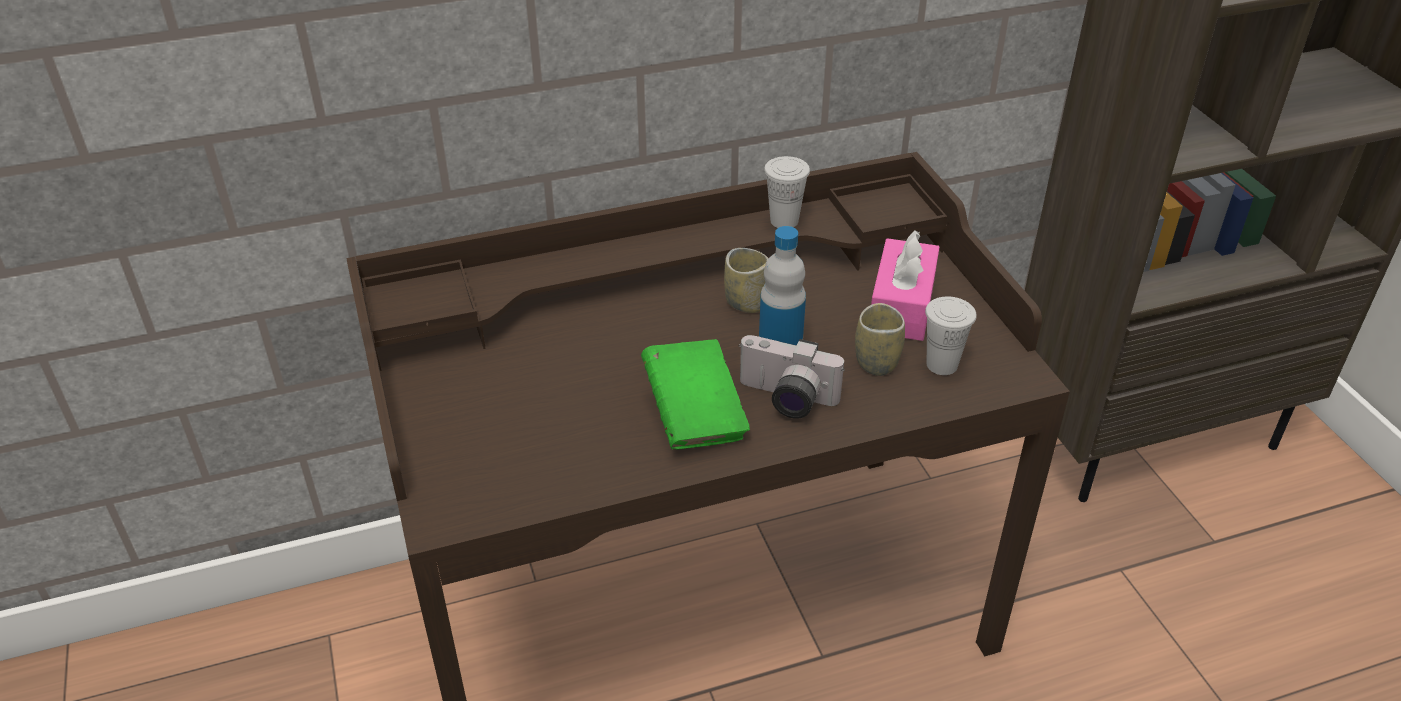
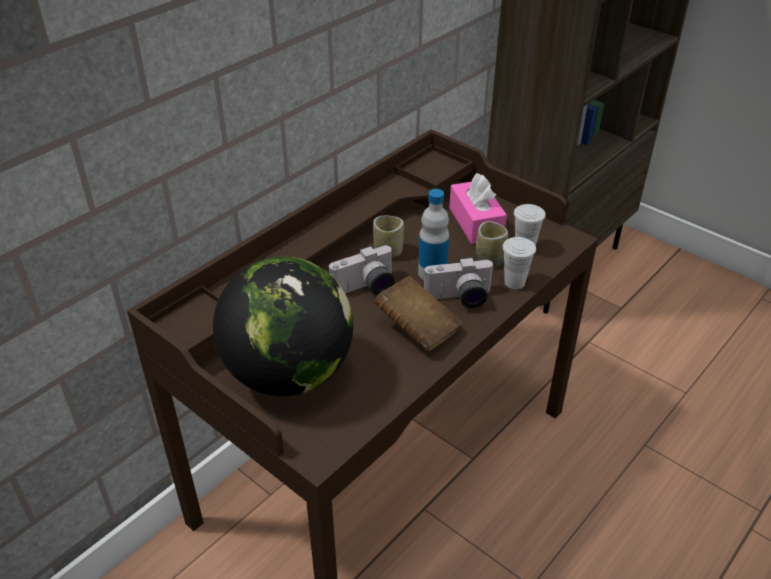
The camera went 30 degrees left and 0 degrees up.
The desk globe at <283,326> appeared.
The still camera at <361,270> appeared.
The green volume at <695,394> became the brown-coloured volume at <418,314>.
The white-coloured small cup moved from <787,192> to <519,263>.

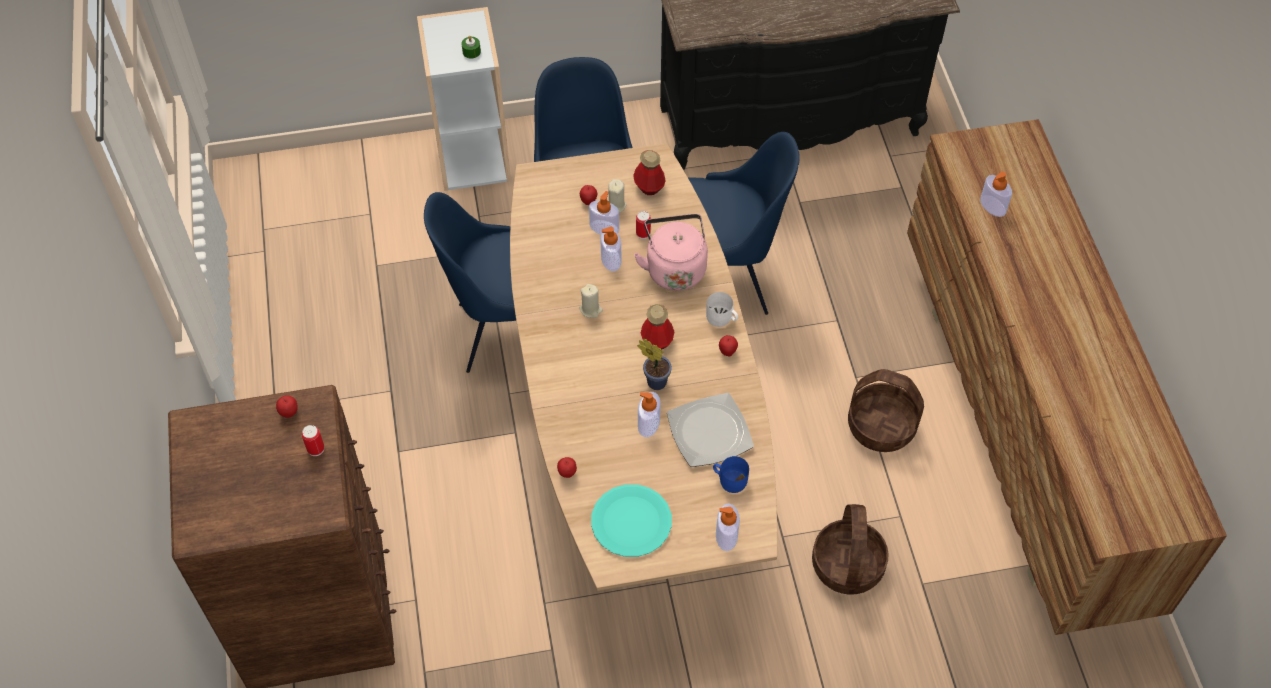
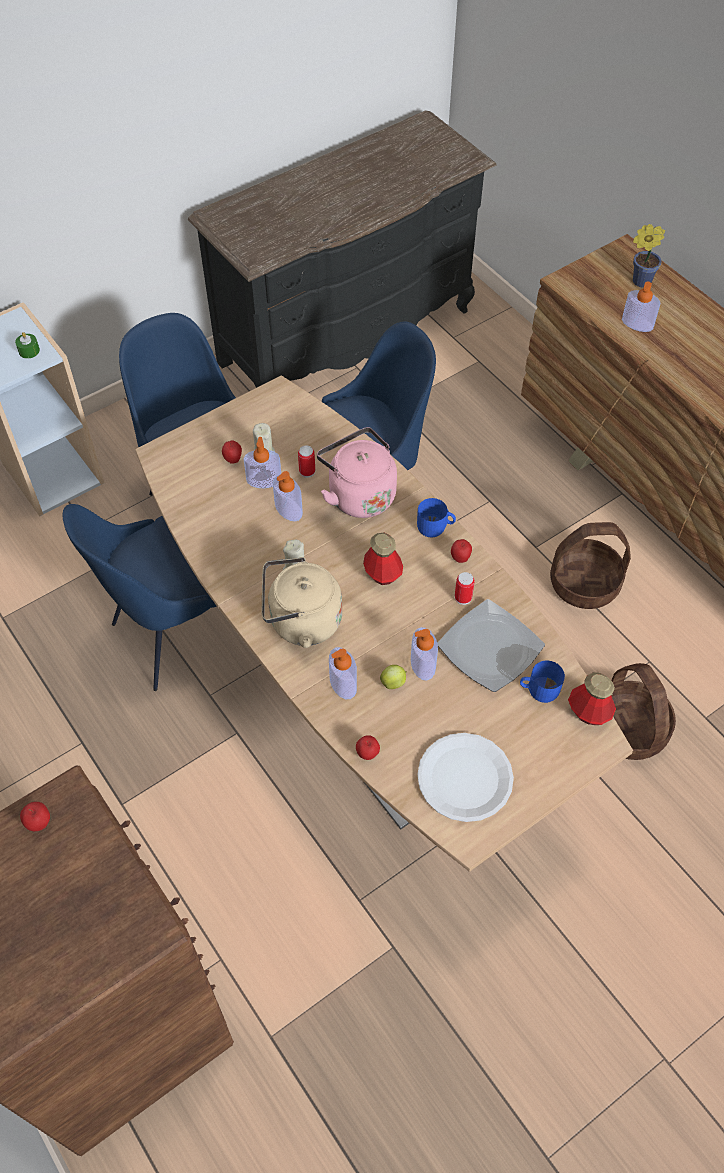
The camera went 25 degrees left and 0 degrees up.
The beige water kettle at <301,602> appeared.
The liquid soap bottle moved from <728,527> to <343,673>.
The whole apple at <393,677> appeared.
The white-coloured tea mug at <722,309> became the bluish tea mug at <436,517>.
The turquoise plate at <631,520> became the white-coloured plate at <465,777>.
The can moved from <313,440> to <465,588>.
The beverage bottle moved from <649,172> to <592,698>.
The potted plant moved from <654,364> to <649,256>.

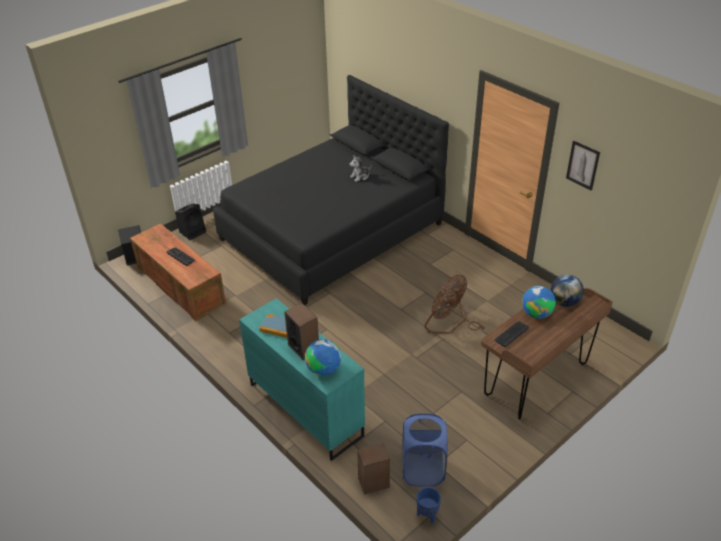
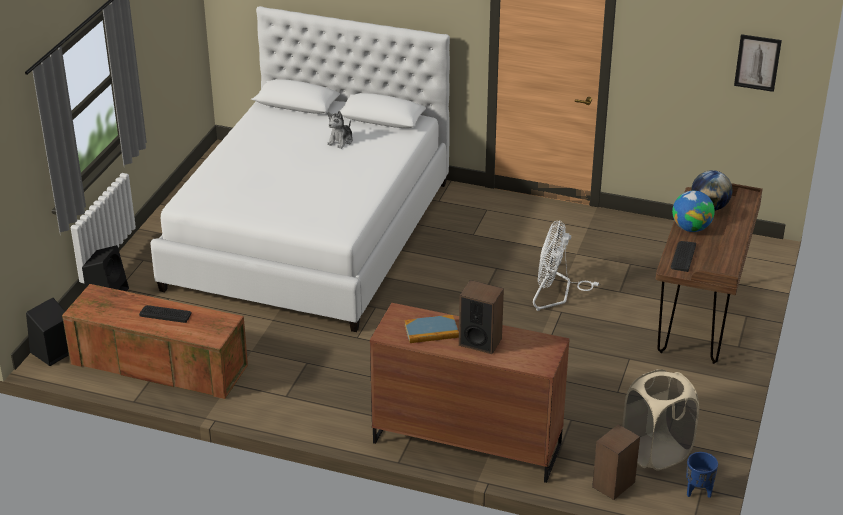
The camera went 30 degrees left and 5 degrees down.
The black bedroom bed at <331,190> became the white-coloured bedroom bed at <300,169>.
The turquoise drawer chest at <302,379> became the brown-coloured drawer chest at <470,393>.
The brown-coloured fan at <455,304> became the white-coloured fan at <566,265>.
The bluish hamper at <425,450> became the beige hamper at <660,420>.
The wall picture moved from <583,166> to <758,63>.
The desk globe at <323,357> disappeared.

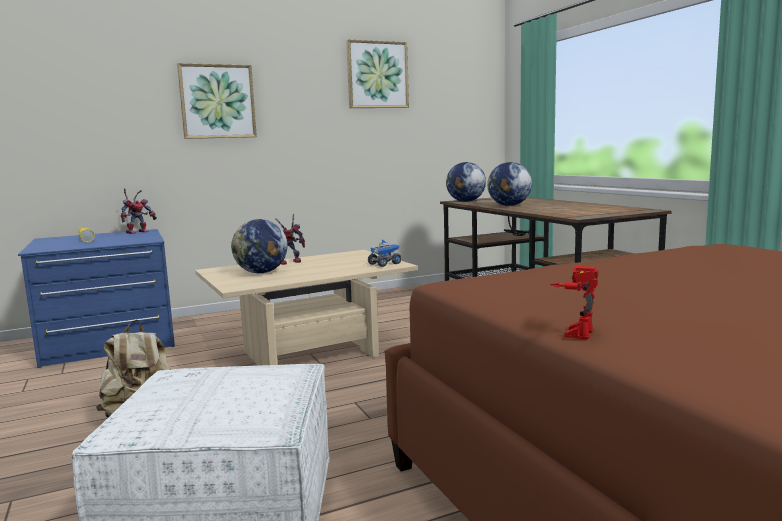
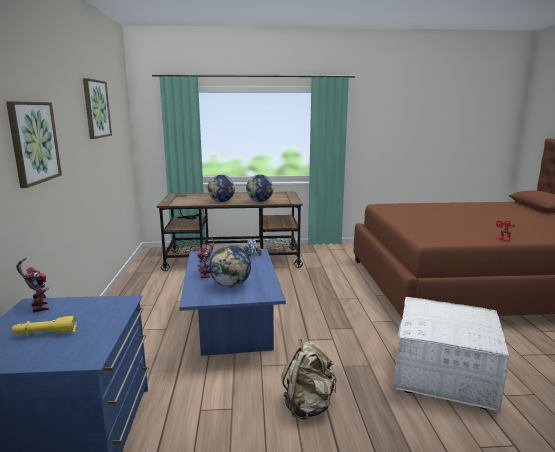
The camera went 70 degrees left and 5 degrees up.
The beige coffee table at <306,308> became the bluish coffee table at <232,302>.
The desk globe moved from <466,182> to <260,188>.

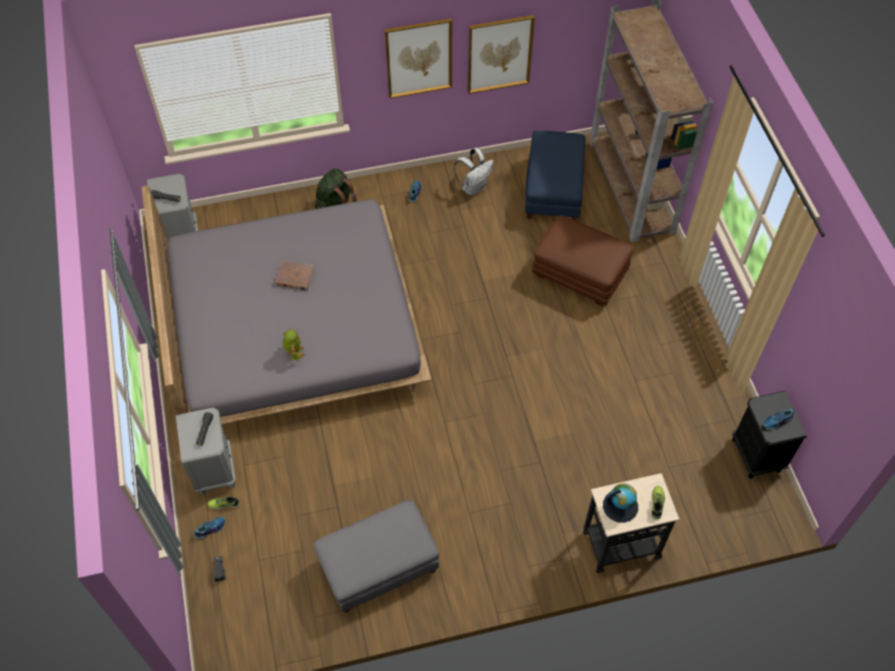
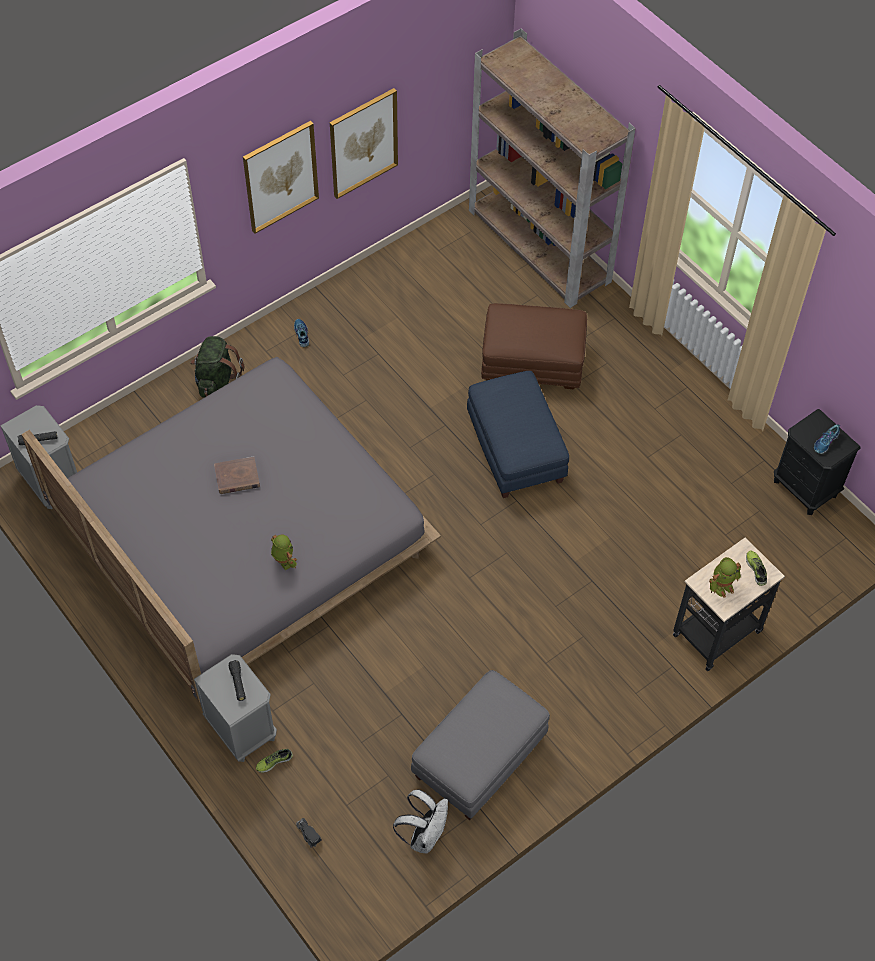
The camera went 25 degrees left and 0 degrees up.
The white-coloured knapsack moved from <474,172> to <420,821>.
The bluish ottoman moved from <555,175> to <518,434>.
The desk globe at <620,503> was replaced by the model robot at <725,577>.
The low shoe at <209,528> disappeared.

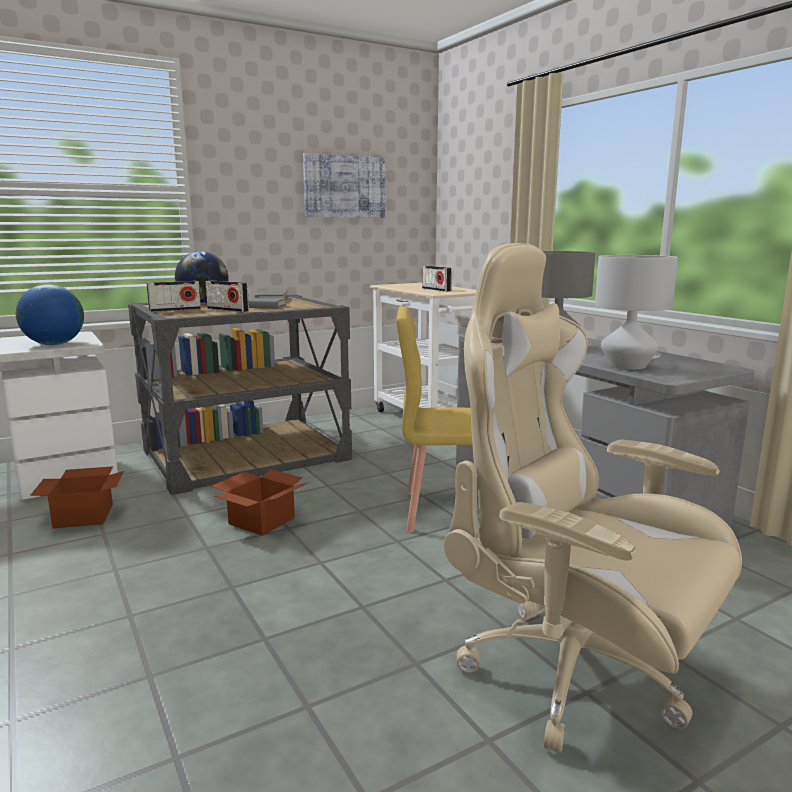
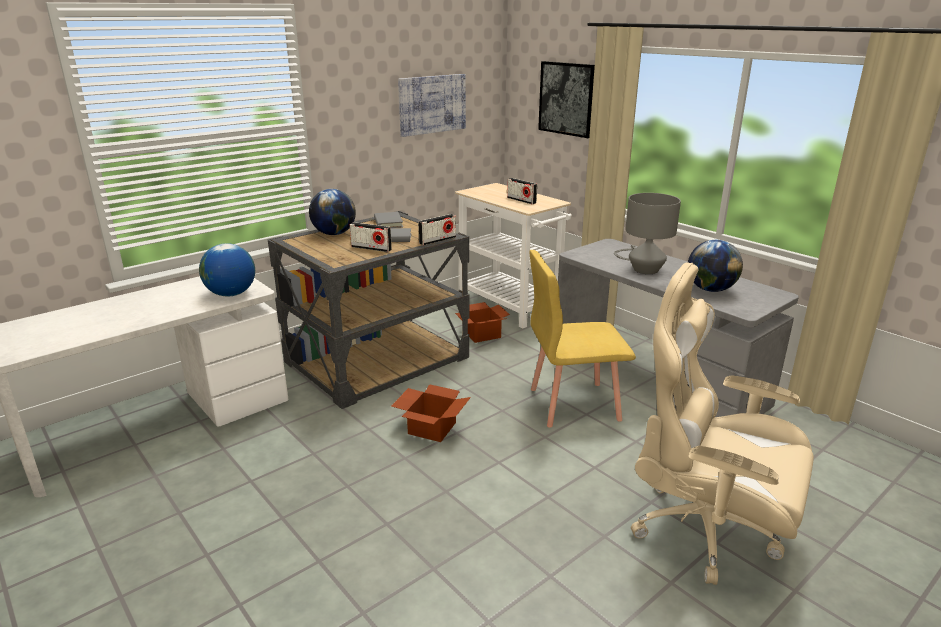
The camera went 10 degrees left and 10 degrees up.
The radio receiver moved from <174,296> to <437,229>.
The cardboard box moved from <77,497> to <482,322>.
The wall picture at <566,99> appeared.
The white-coloured tabletop lamp at <636,312> was replaced by the desk globe at <715,266>.

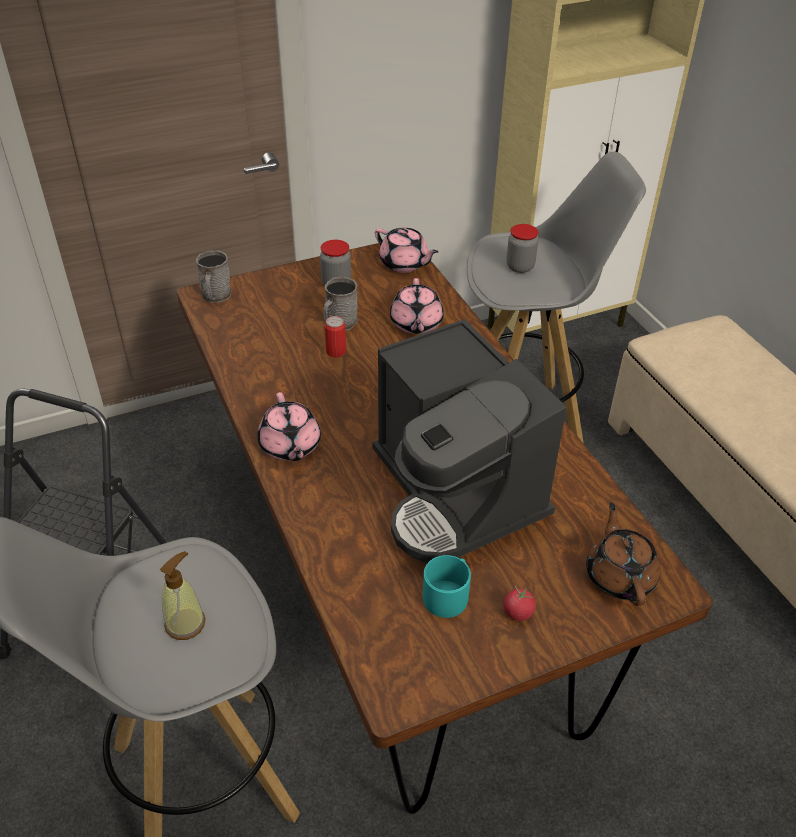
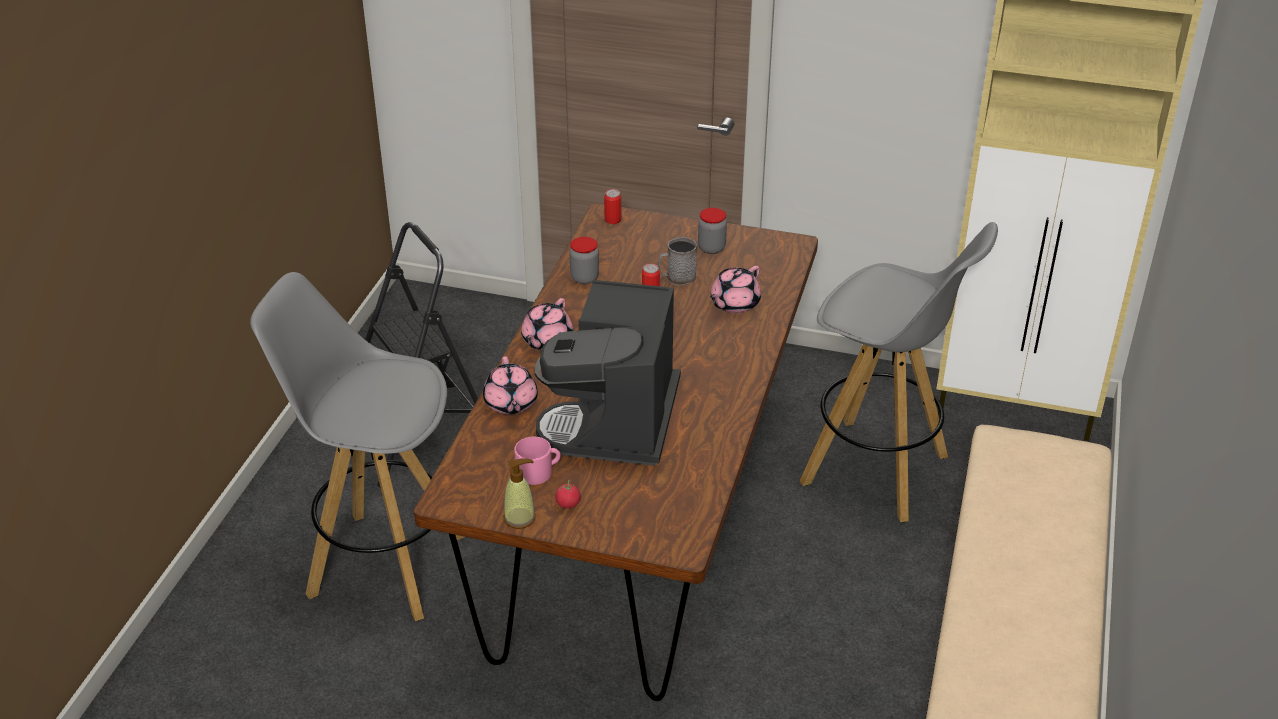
The camera went 40 degrees right and 5 degrees down.
The pink-coloured teapot moved from <406,250> to <510,385>.
The liquid soap bottle moved from <183,595> to <520,493>.
The turquoise tea mug at <447,586> became the pink-coloured tea mug at <537,461>.
The storage jar moved from <522,248> to <584,260>.
The grey tea mug at <214,276> was replaced by the can at <612,206>.
The brown-coloured teapot at <623,554> disappeared.

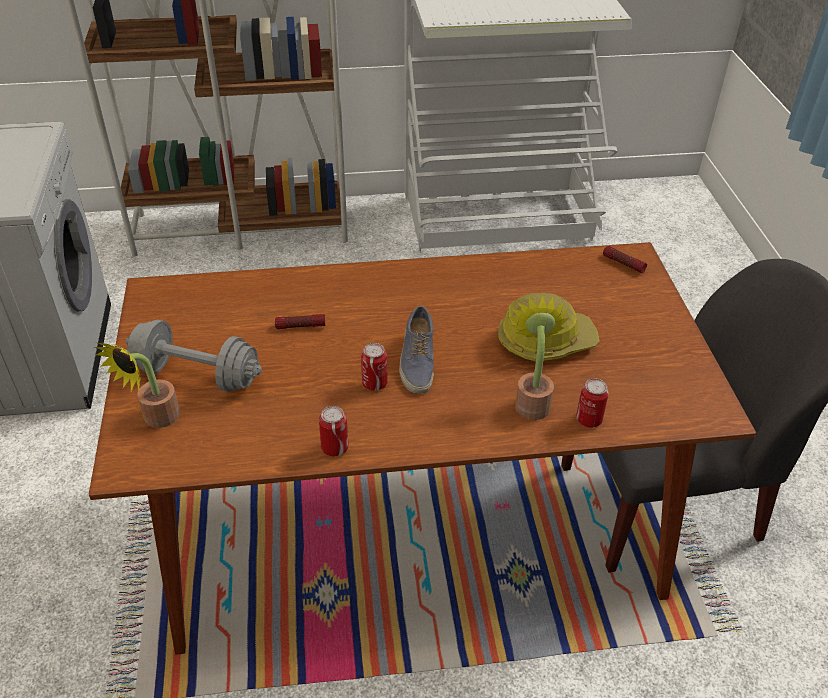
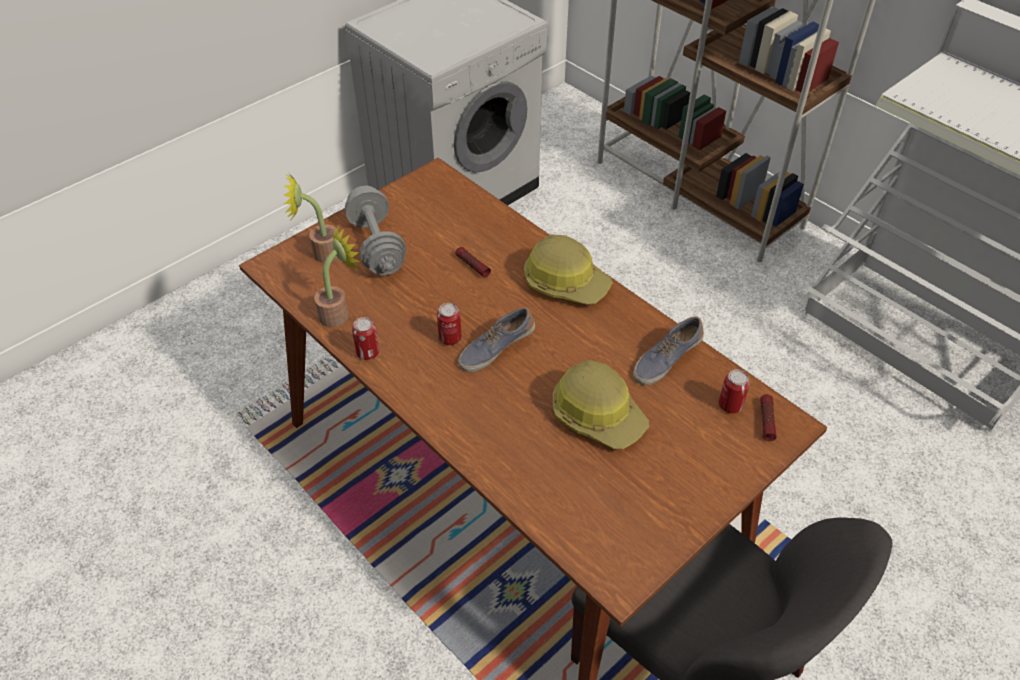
The camera went 55 degrees right and 5 degrees up.
The potted plant moved from <539,358> to <337,276>.
The hard hat at <568,270> appeared.
The low shoe at <668,350> appeared.
The can moved from <592,403> to <734,391>.

